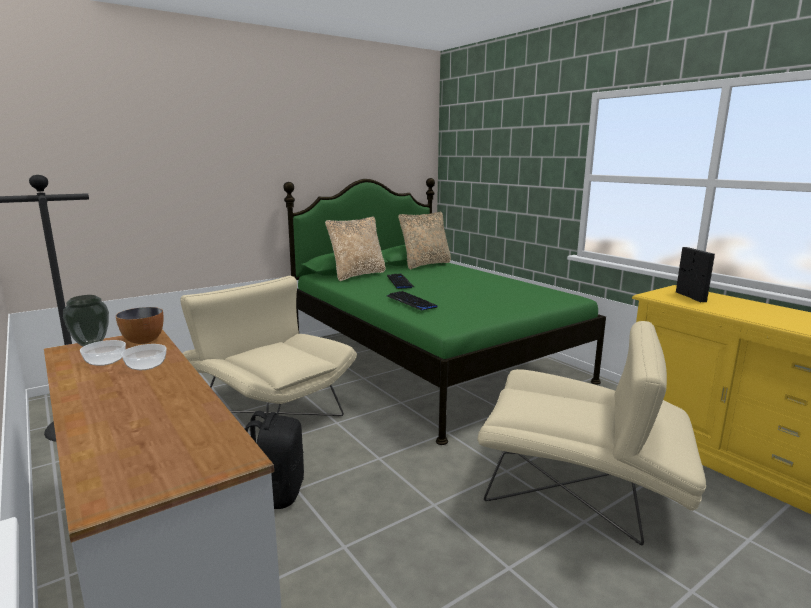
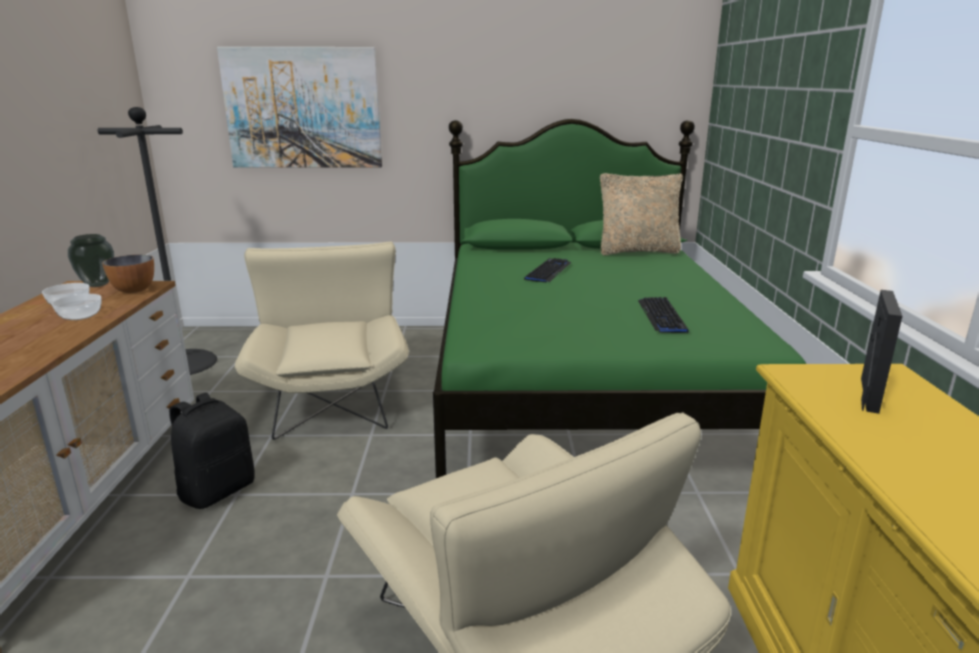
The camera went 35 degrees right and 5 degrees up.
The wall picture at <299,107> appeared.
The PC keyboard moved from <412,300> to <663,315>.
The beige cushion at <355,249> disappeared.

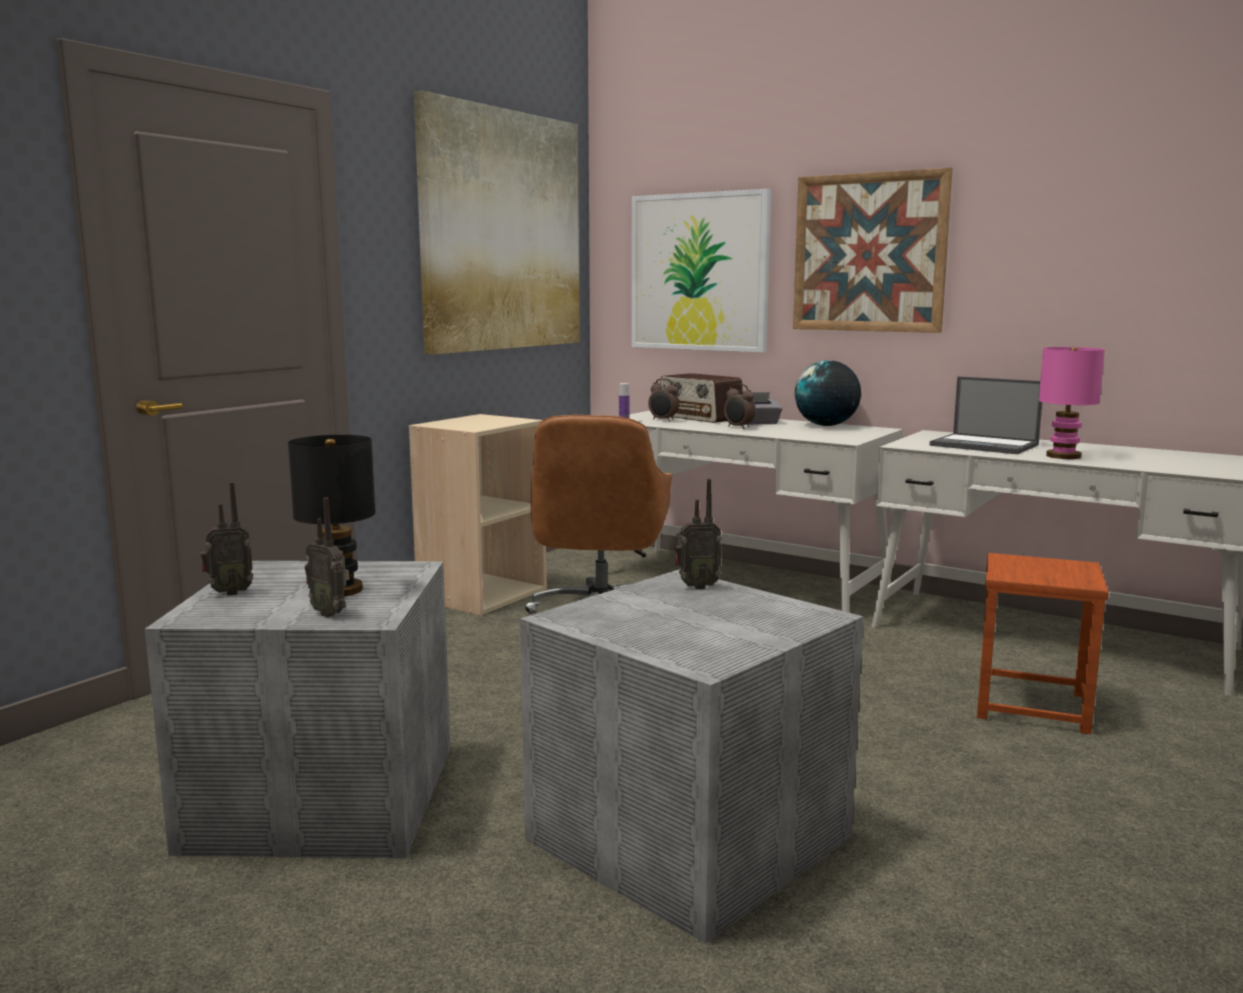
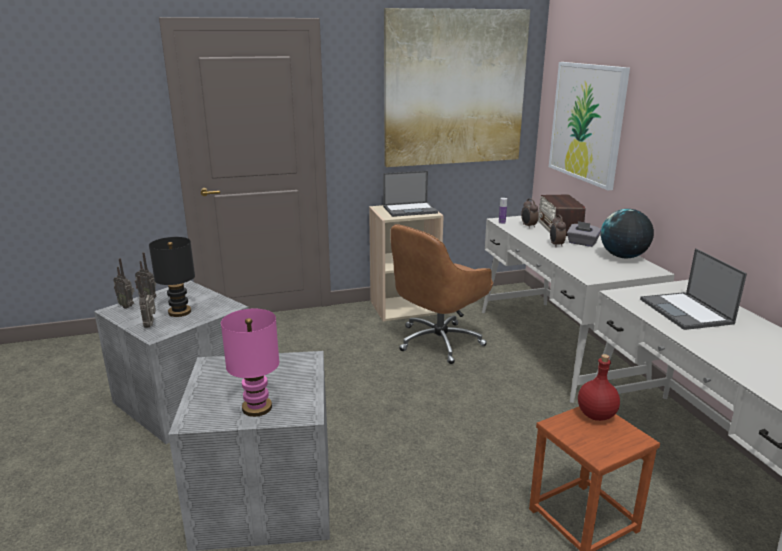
The camera went 40 degrees right and 10 degrees up.
The radio receiver moved from <698,534> to <124,283>.
The pink-coloured tabletop lamp moved from <1072,403> to <250,363>.
The laptop at <410,194> appeared.
The red-coloured beverage bottle at <599,387> appeared.
The wall picture at <873,250> disappeared.

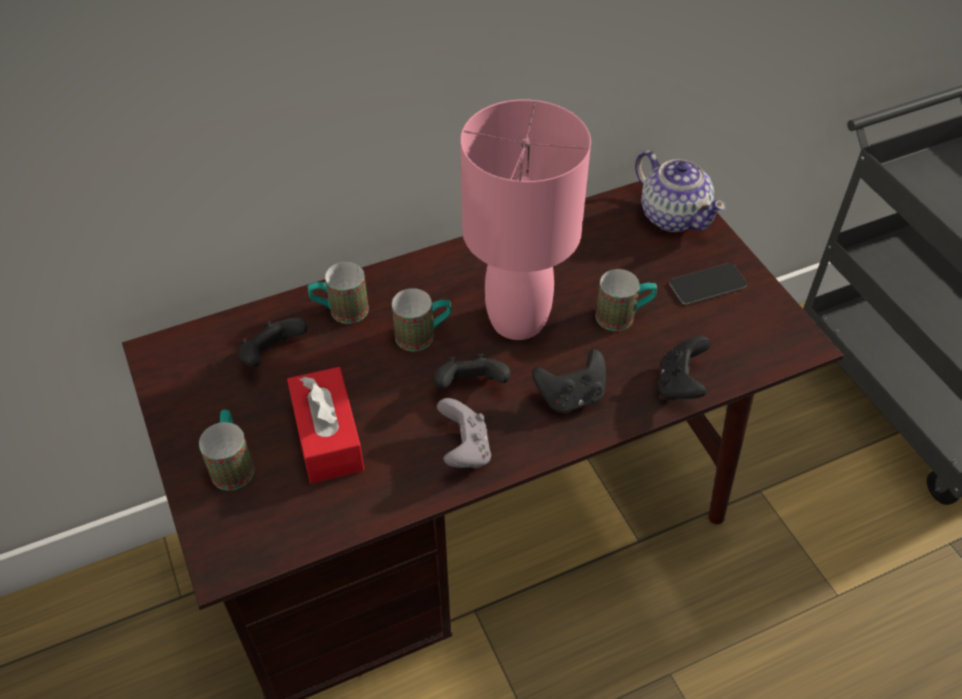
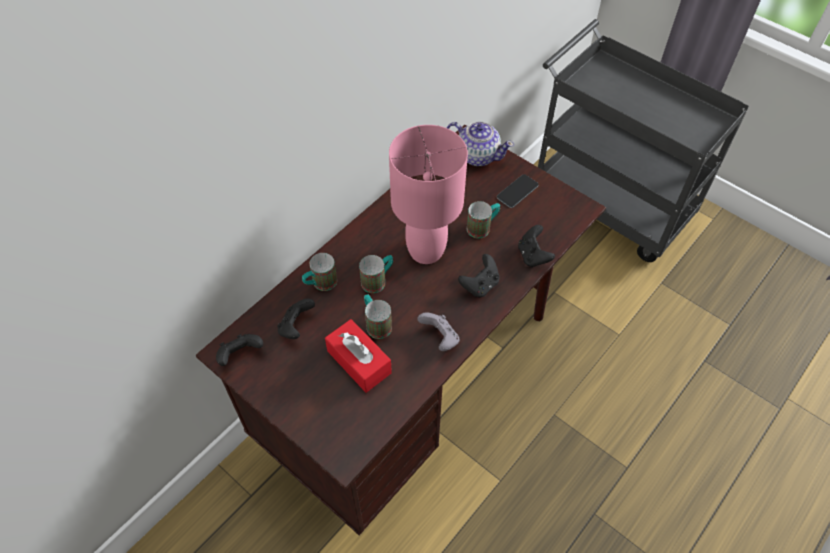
The camera went 25 degrees left and 5 degrees up.
The black game controller moved from <472,371> to <239,350>.
The tea mug moved from <226,450> to <378,316>.

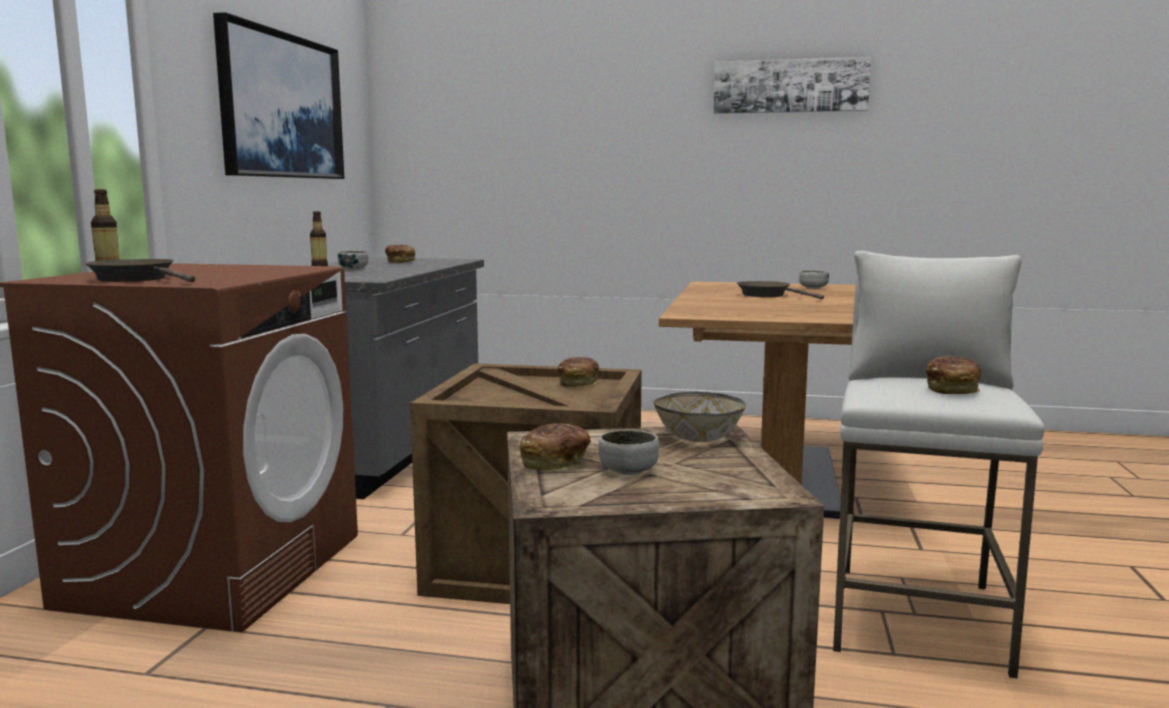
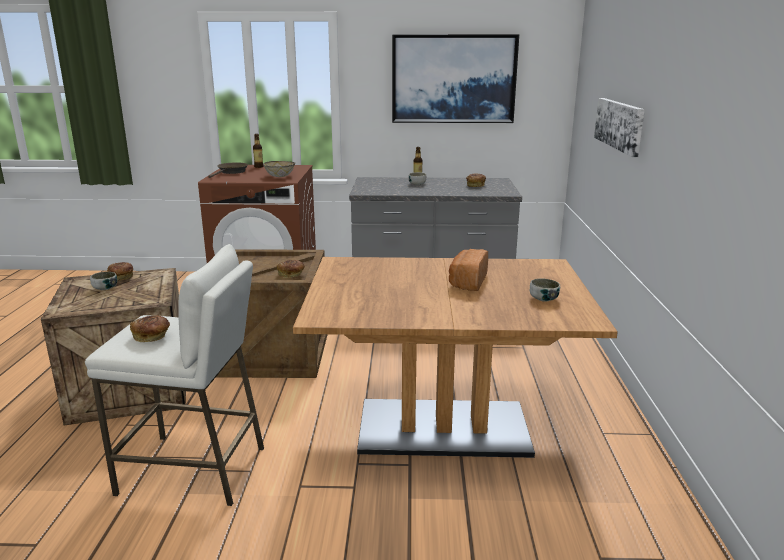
The camera went 80 degrees right and 10 degrees up.
The serving bowl moved from <700,416> to <279,169>.
The brown-coloured pan at <780,290> was replaced by the bakery bread at <468,270>.
The wall picture moved from <792,85> to <619,127>.

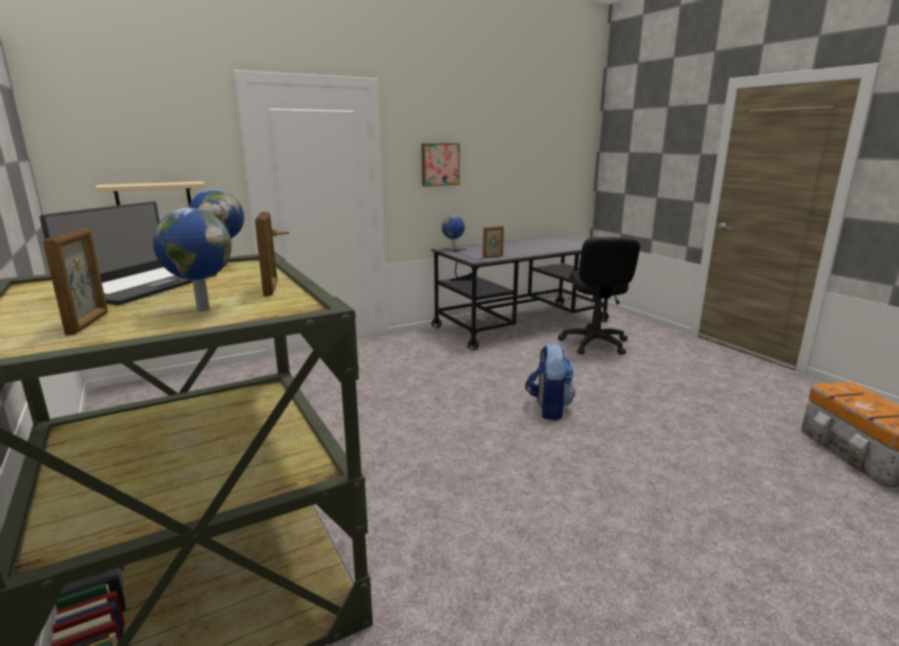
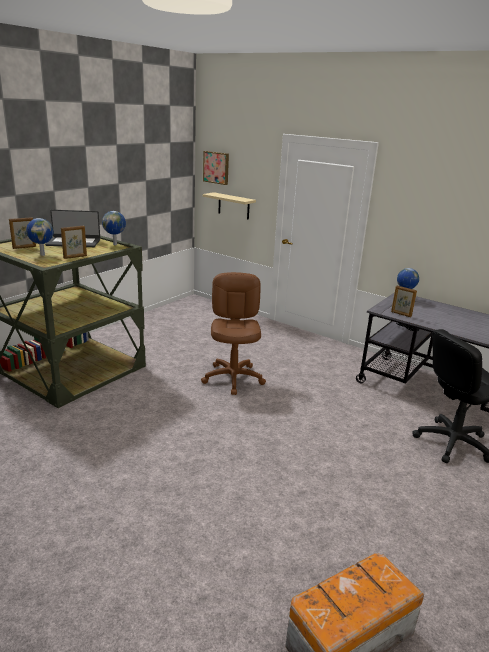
The camera went 65 degrees right and 5 degrees up.
The brown-coloured desk chair at <233,333> appeared.
The wall picture moved from <440,164> to <216,168>.
The knapsack at <550,381> disappeared.

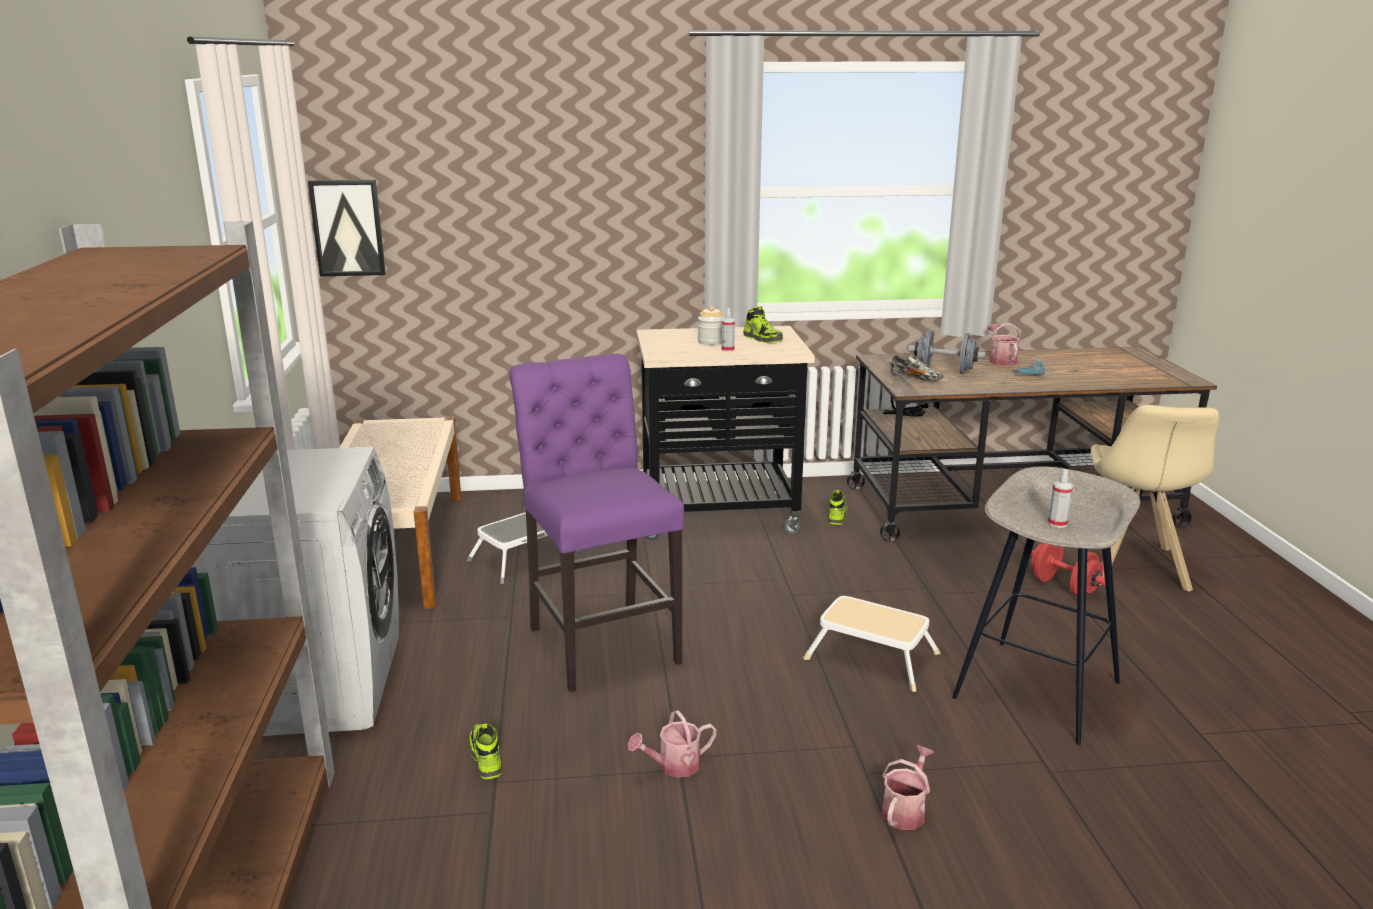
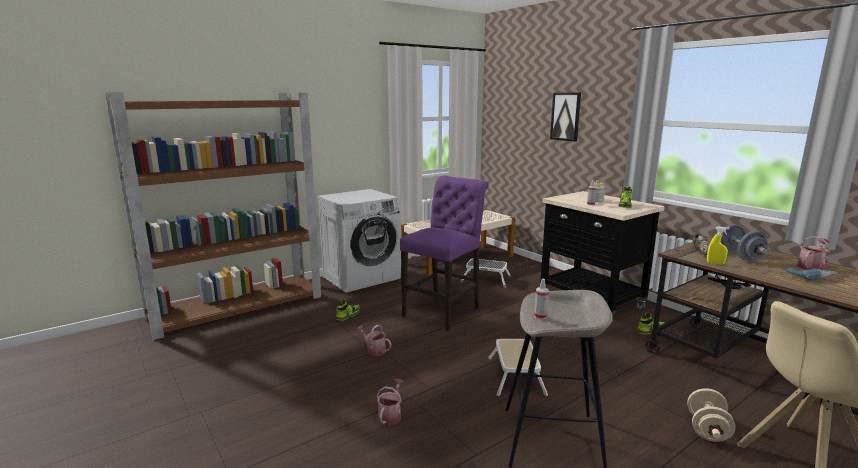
The camera went 60 degrees right and 5 degrees down.
The watering can at <907,787> turned 75 degrees counterclockwise.
The wall picture moved from <347,228> to <565,117>.
The red-coloured free weight at <1067,569> became the beige free weight at <711,415>.
The yellow hand sprayer at <718,245> appeared.

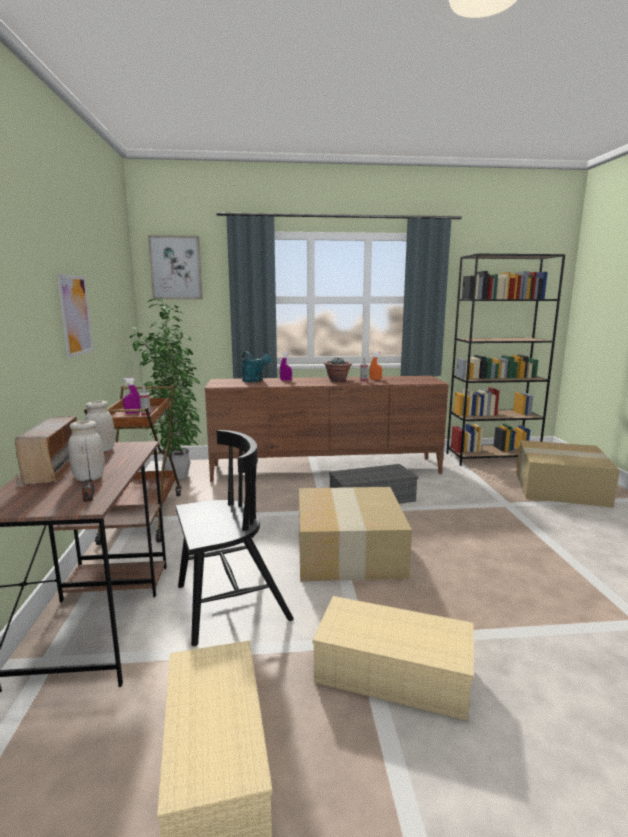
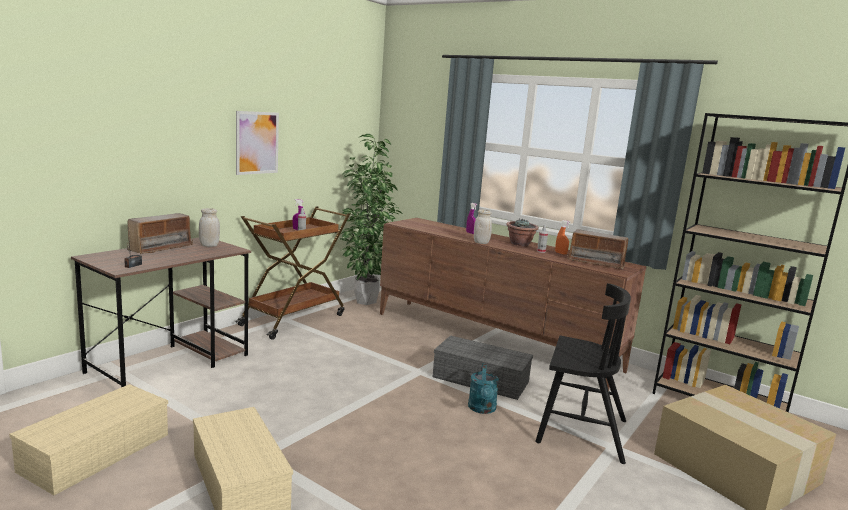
The camera went 40 degrees right and 0 degrees up.
The turquoise watering can moved from <256,367> to <483,388>.
The white-coloured storage jar moved from <86,450> to <483,226>.
The black upright chair moved from <235,538> to <583,373>.
The radio receiver at <597,249> appeared.
The wall picture at <175,267> disappeared.
The cardboard box at <355,534> disappeared.

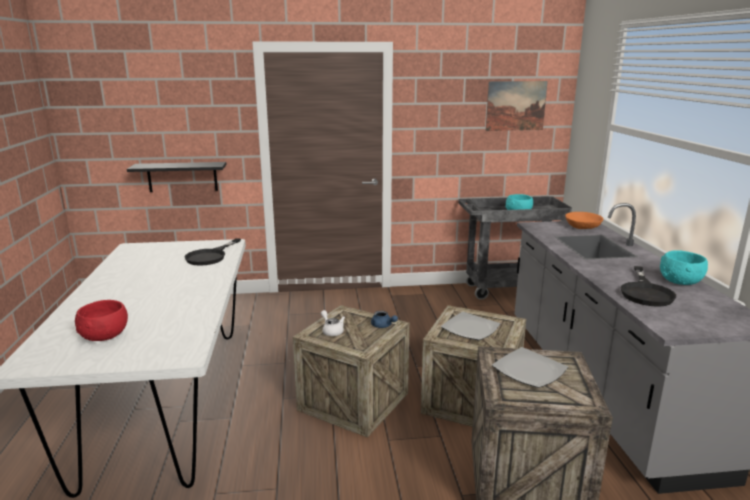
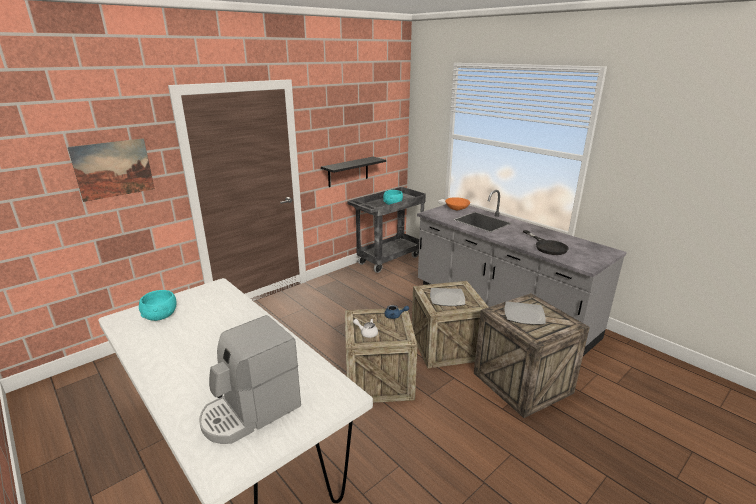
The camera went 35 degrees left and 5 degrees up.
The wall picture moved from <517,106> to <111,170>.
The turquoise serving bowl moved from <684,267> to <158,305>.
The red-coloured serving bowl at <101,320> was replaced by the coffee brewer at <250,379>.
The black wall shelf moved from <177,177> to <353,172>.
The black pan at <212,252> disappeared.

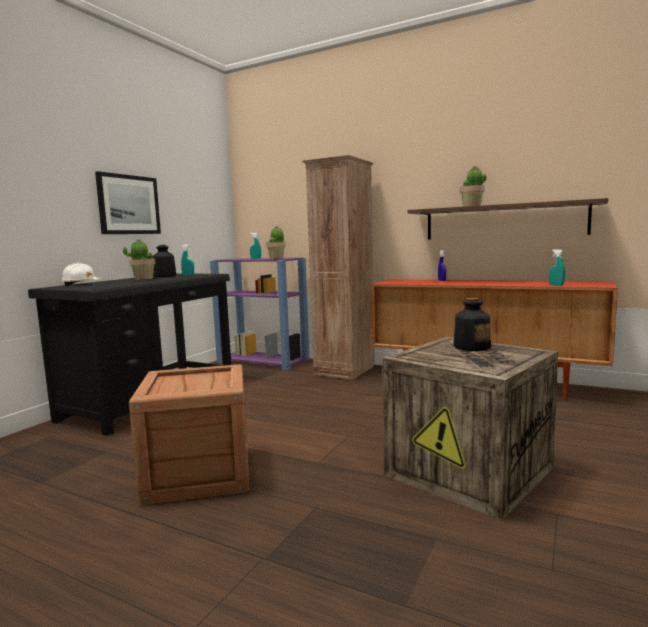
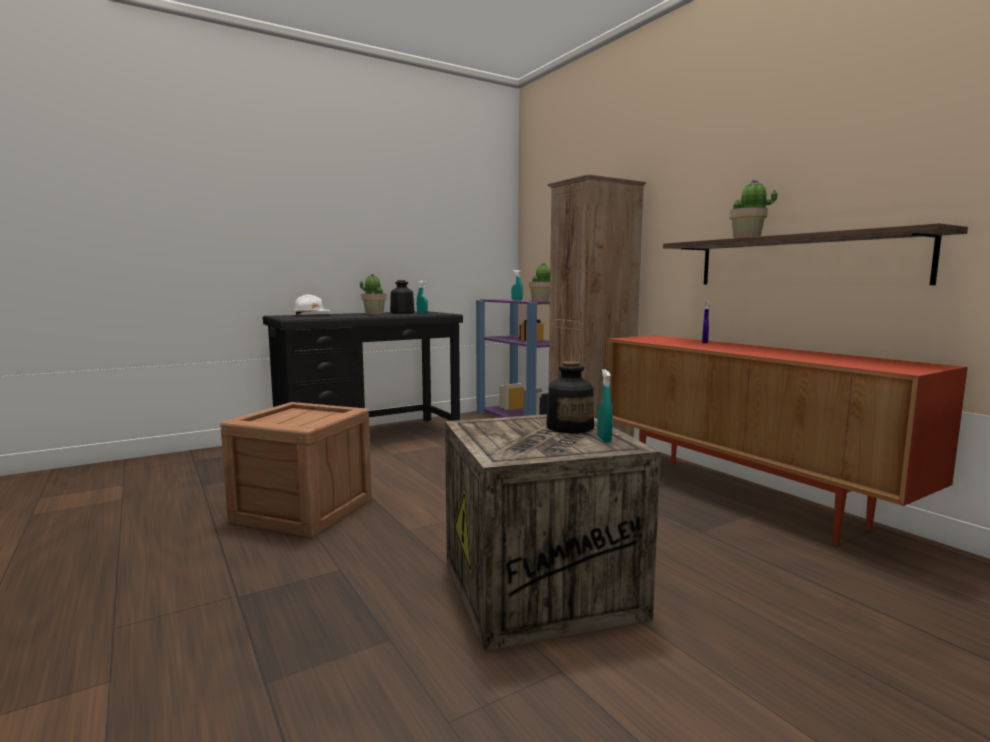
The camera went 30 degrees right and 0 degrees up.
The turquoise hand sprayer moved from <557,267> to <605,406>.
The wall picture at <128,202> disappeared.

